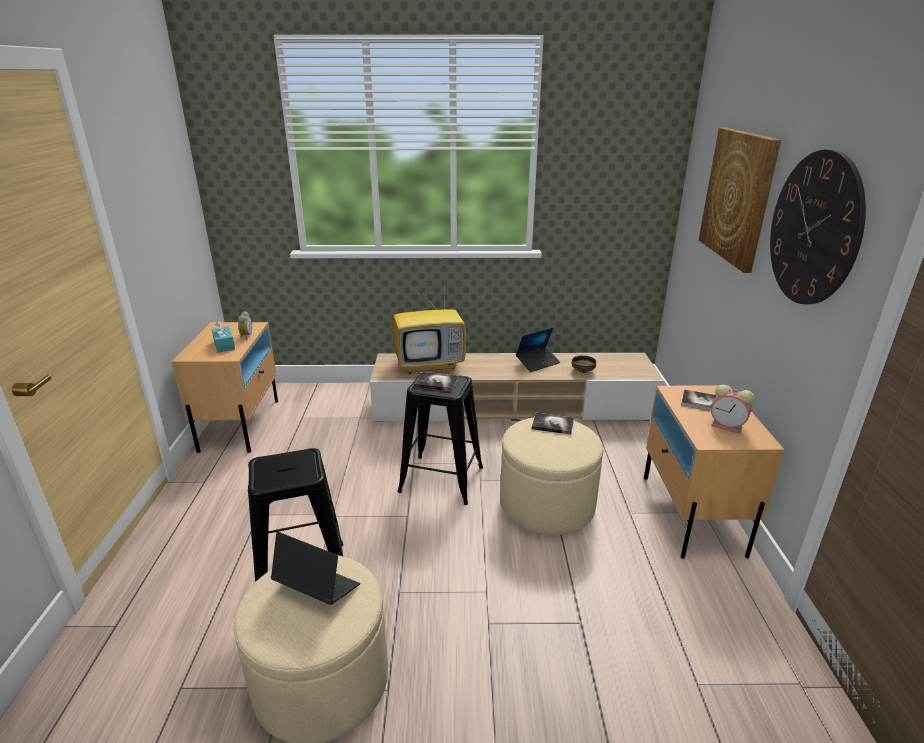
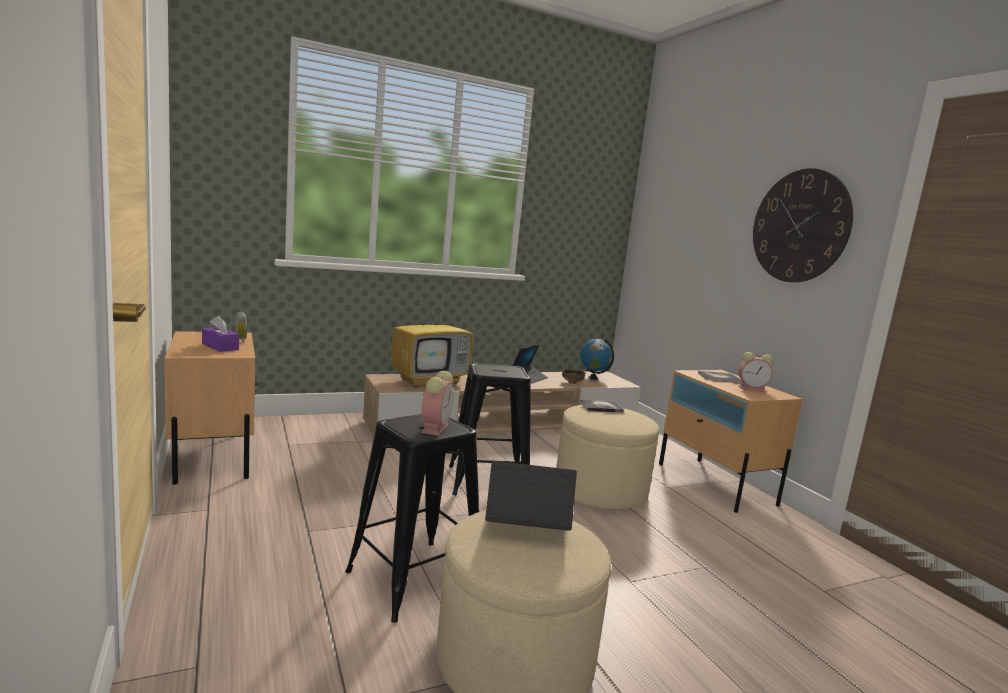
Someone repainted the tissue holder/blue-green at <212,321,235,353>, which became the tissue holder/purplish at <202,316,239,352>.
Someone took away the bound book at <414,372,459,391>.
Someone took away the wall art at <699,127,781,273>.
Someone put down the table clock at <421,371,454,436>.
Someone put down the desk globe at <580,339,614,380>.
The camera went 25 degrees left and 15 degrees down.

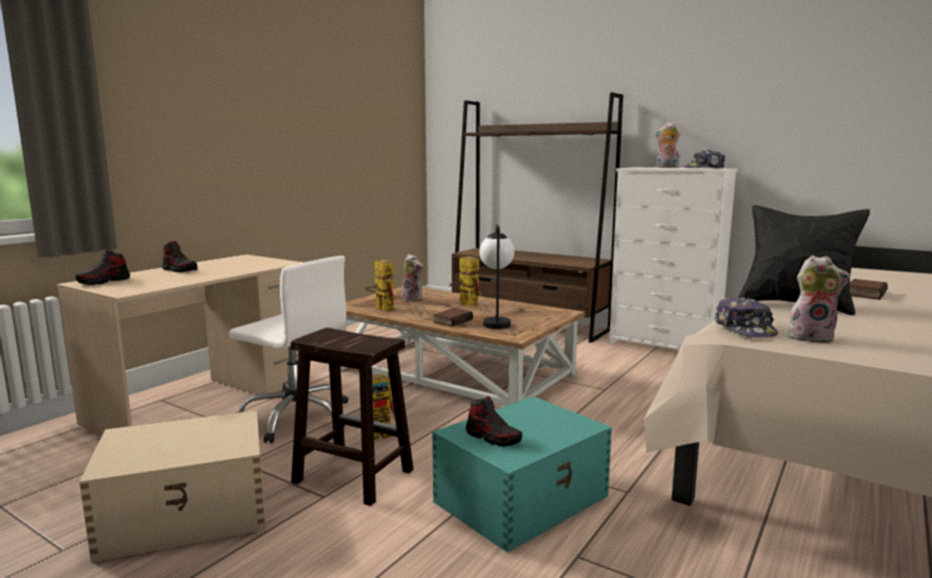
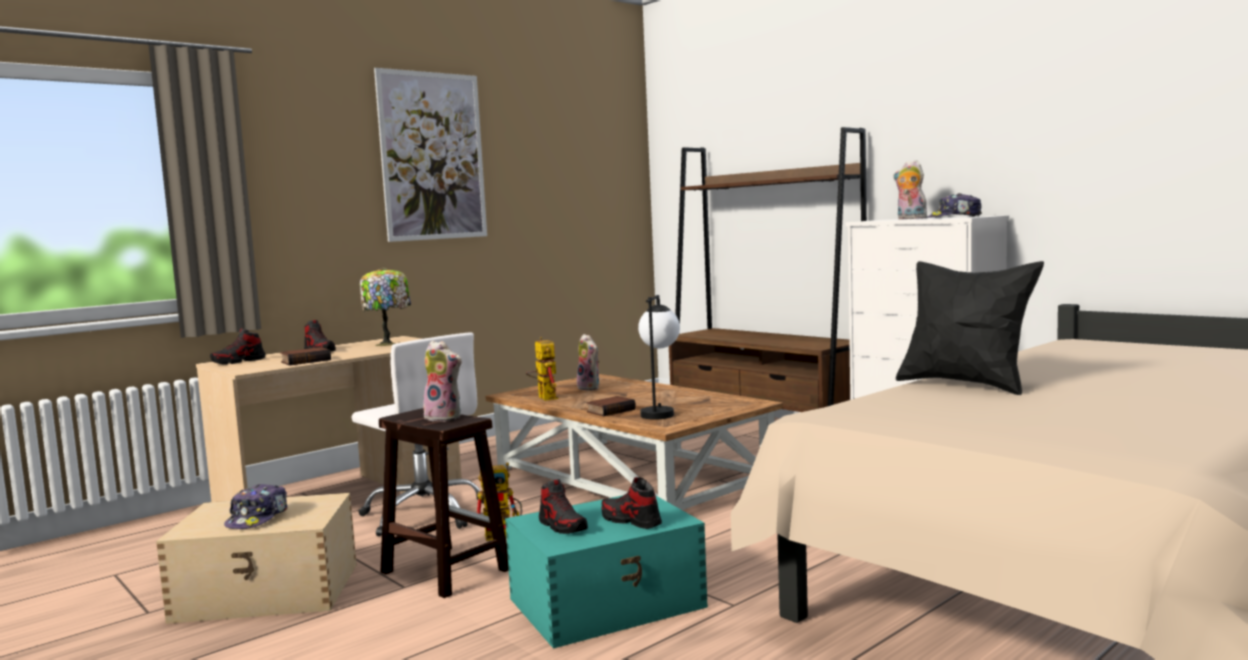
Someone took away the toy robot at <449,254,482,306>.
Someone carried the baseball cap from <714,297,778,338> to <224,484,287,529>.
Someone carried the cuddly toy from <787,255,850,343> to <423,340,462,422>.
Someone carried the bound book from <849,279,888,300> to <280,347,331,366>.
Someone put down the table lamp at <360,268,411,346>.
Someone put up the wall art at <374,68,487,242>.
Someone put down the item of footwear at <602,477,662,529>.
The camera went 15 degrees right and 5 degrees down.

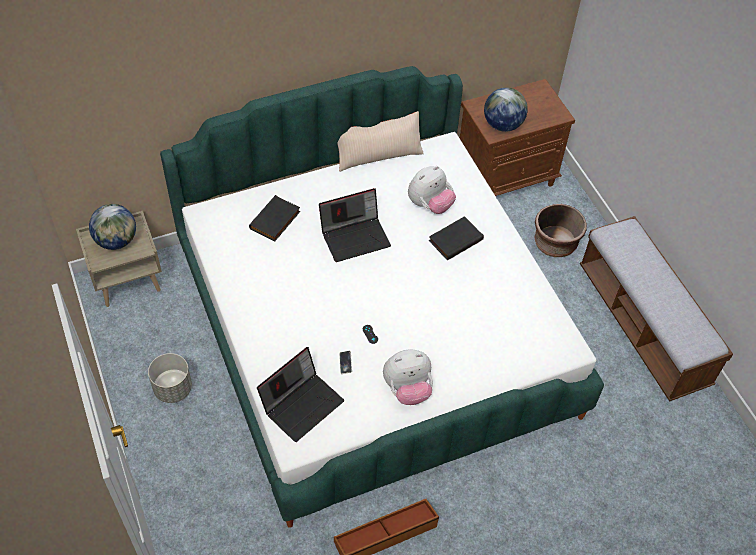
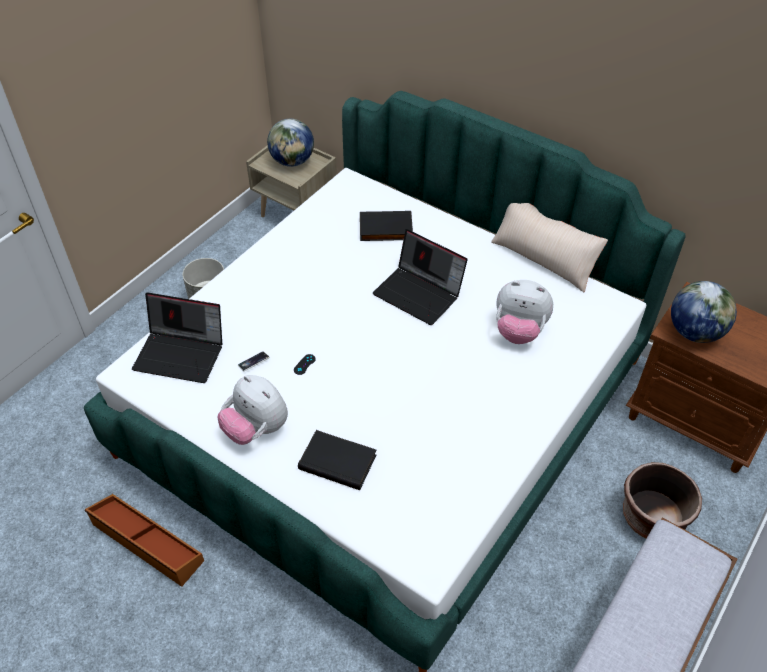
Someone carried the bound book/blackish from <429,216,484,260> to <298,430,376,490>.
The camera went 60 degrees right and 5 degrees down.

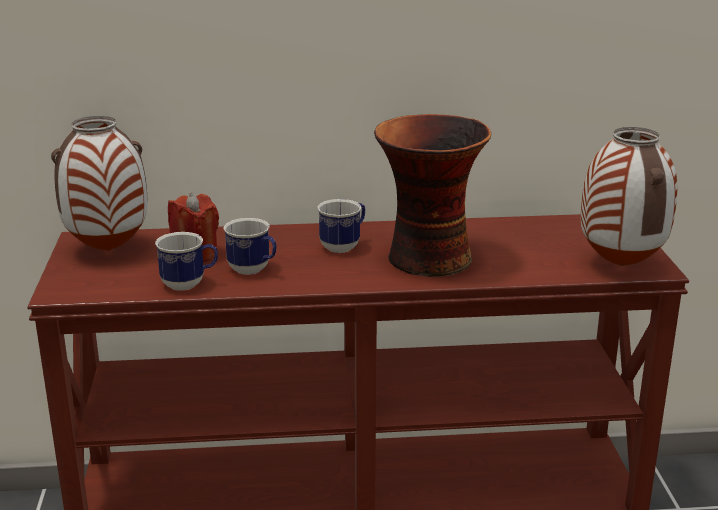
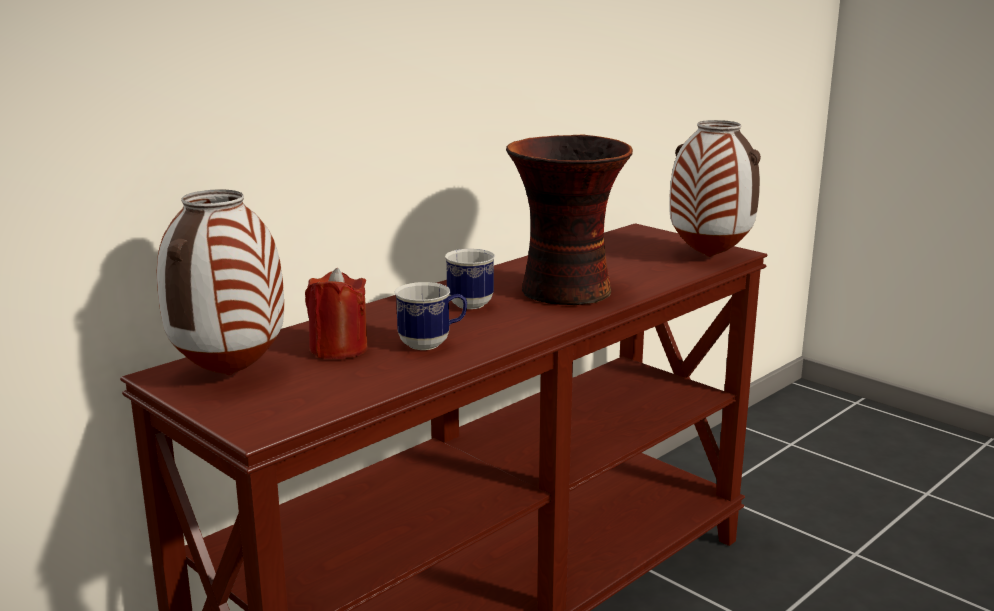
Someone took away the coffee mug at <155,232,218,291>.
The camera went 40 degrees left and 5 degrees down.

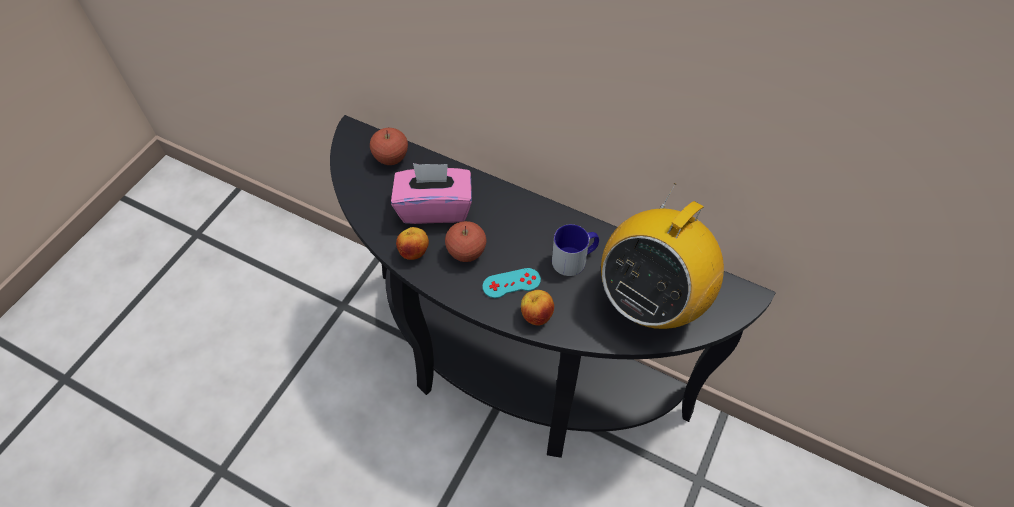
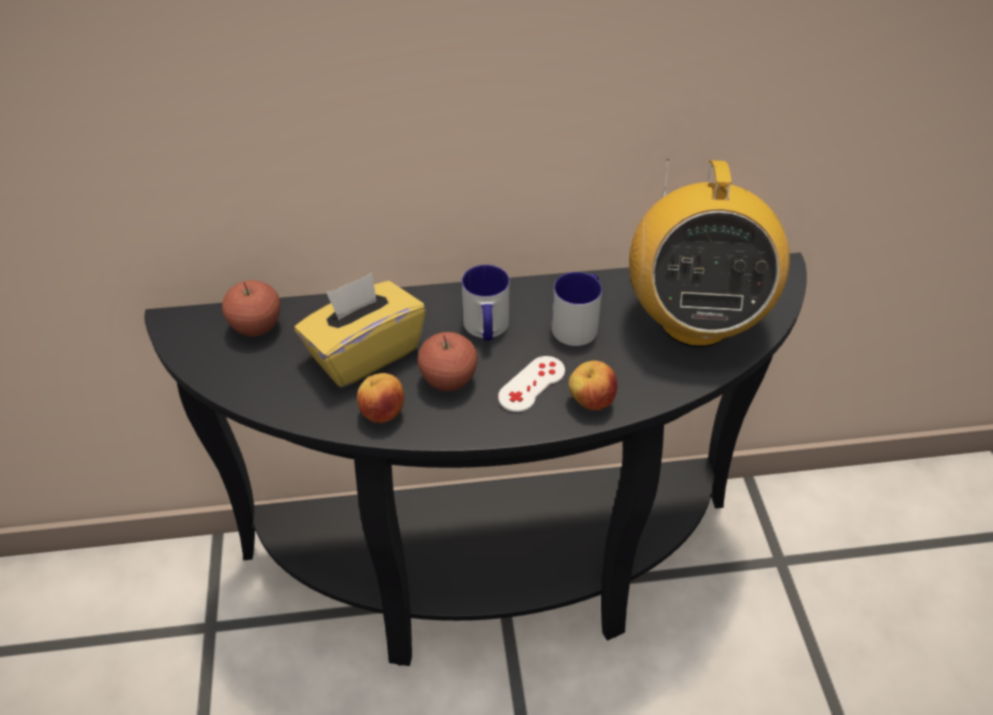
Someone repainted the tissue holder/pinkish at <391,163,472,224>, which became the tissue holder/yellow at <295,273,426,387>.
Someone repainted the gamepad/blue-green at <482,268,541,298>, which became the gamepad/white-coloured at <498,356,565,412>.
Someone put down the coffee mug at <462,265,510,341>.
The camera went 35 degrees left and 10 degrees down.

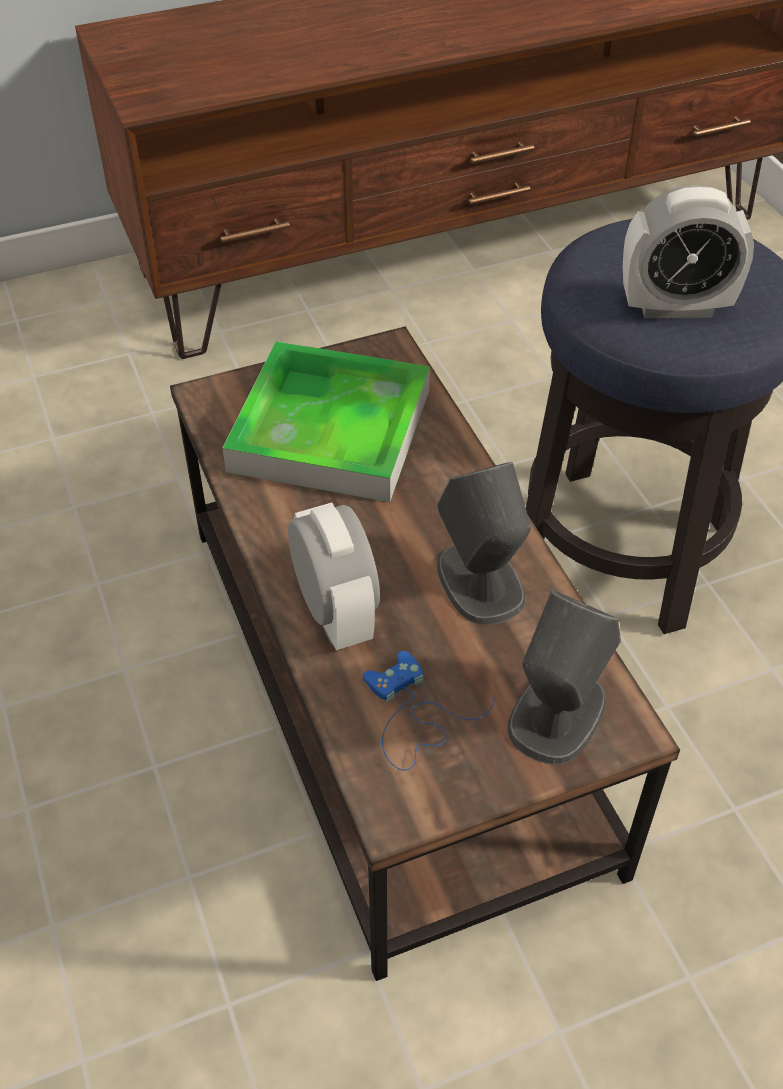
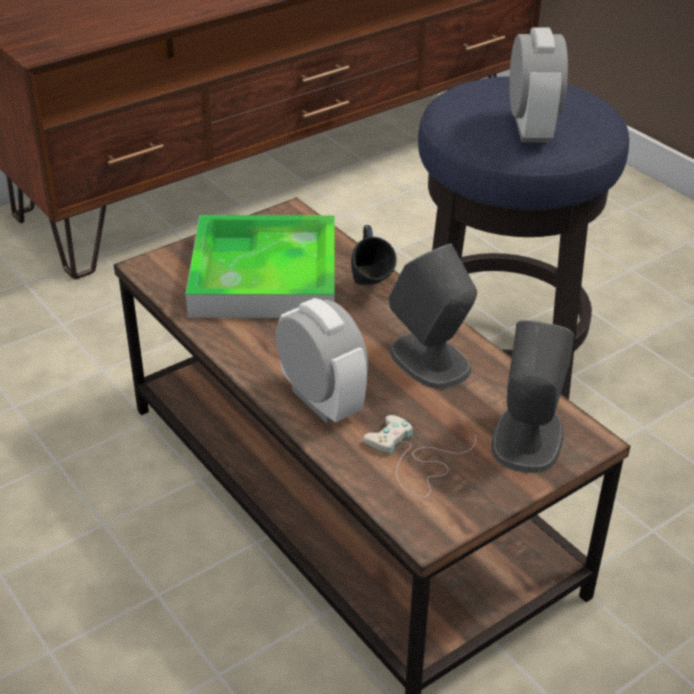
Someone repainted the gamepad/bluish at <363,651,495,771>, which became the gamepad/white-coloured at <363,415,476,497>.
Someone rotated the table clock at <623,185,754,318> by 75 degrees counterclockwise.
Someone put down the coffee mug/bluish at <351,225,397,285>.
The camera went 15 degrees left and 10 degrees down.

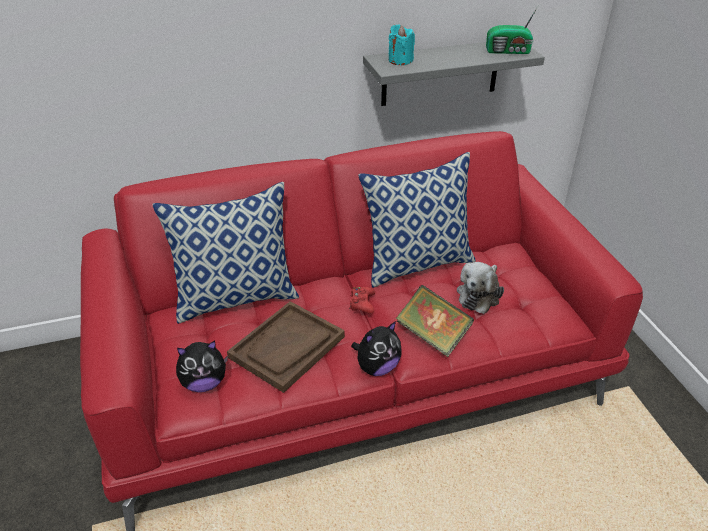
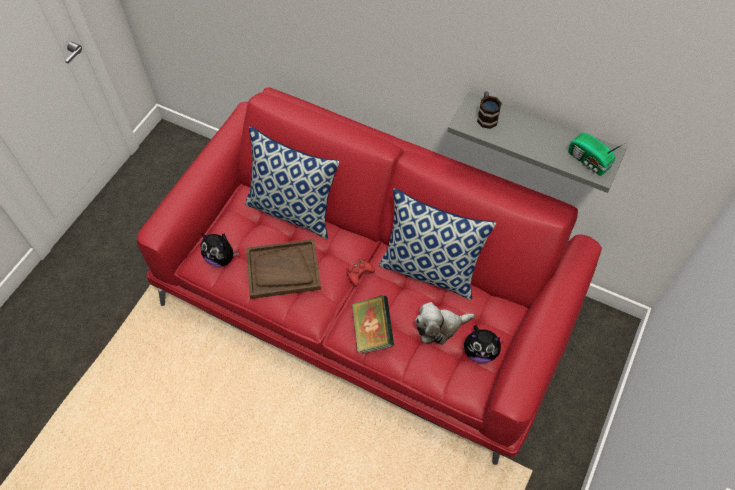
Someone carried the cuddly toy from <351,321,401,376> to <464,325,503,363>.
Someone swapped the wax light/blue-green at <389,24,415,65> for the coffee mug at <477,91,502,129>.
The camera went 45 degrees right and 20 degrees up.

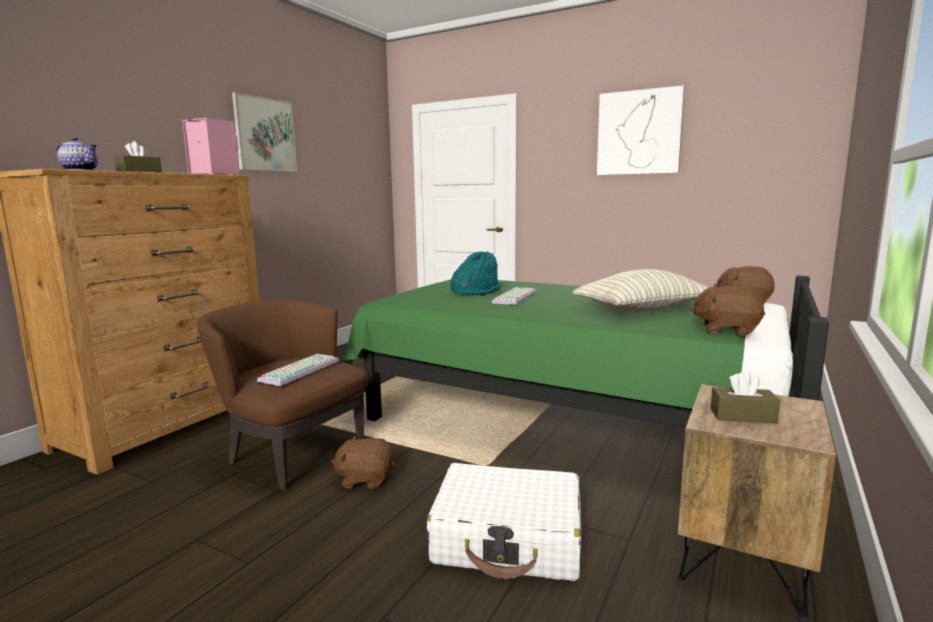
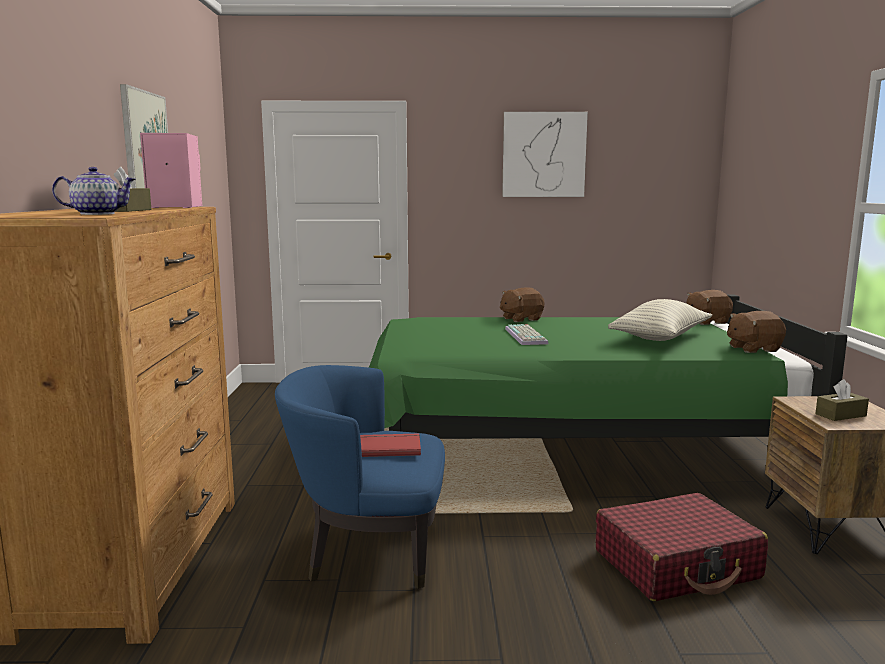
Someone repainted the lounge chair/brown at <197,300,368,491>, which became the lounge chair/bluish at <275,365,445,589>.
Someone swapped the keyboard at <257,354,339,386> for the bound book/red-coloured at <360,433,421,457>.
Someone carried the cuddly toy/brown from <332,436,395,489> to <500,288,545,322>.
Someone repainted the travel case/white-coloured at <427,463,581,581>, which became the travel case/red-coloured at <595,493,768,601>.
Someone took away the wearable hat/blue-green at <451,252,501,295>.
The camera went 30 degrees left and 0 degrees up.

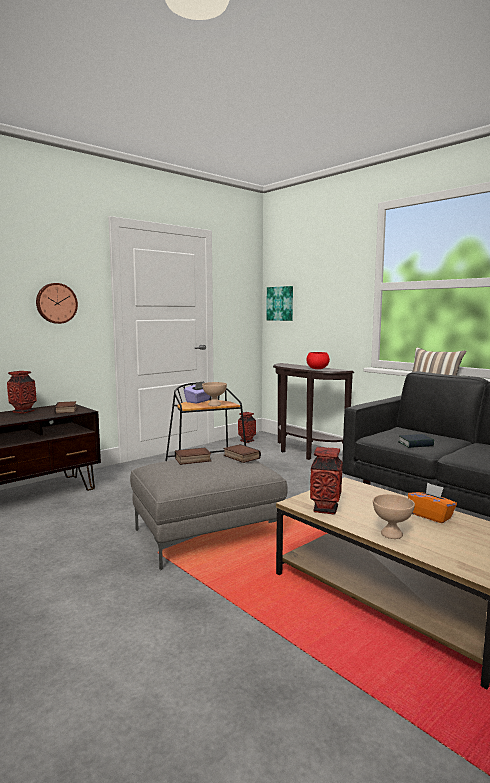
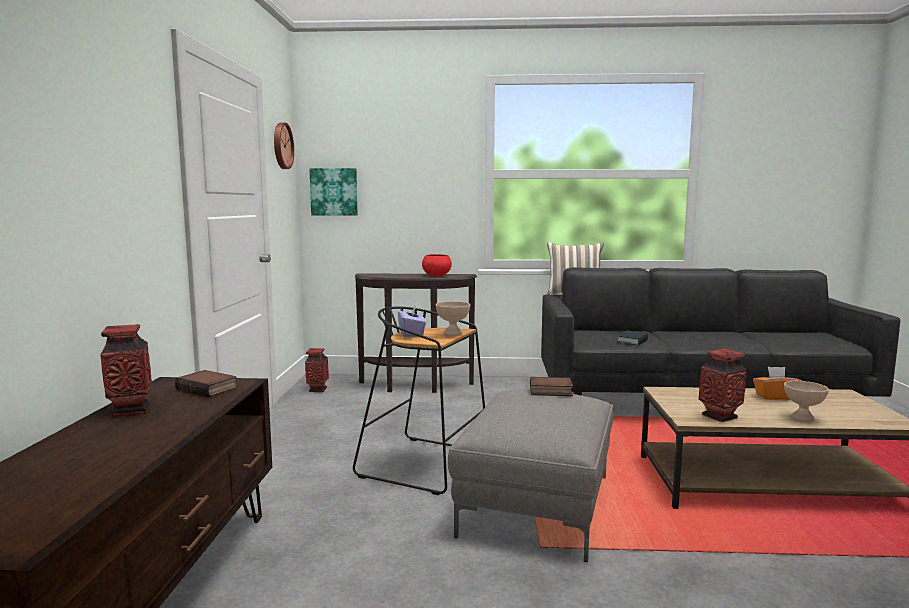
Someone carried the wall clock from <36,283,78,324> to <274,123,294,169>.
Someone took away the bound book at <175,448,211,465>.
The camera went 45 degrees left and 0 degrees up.

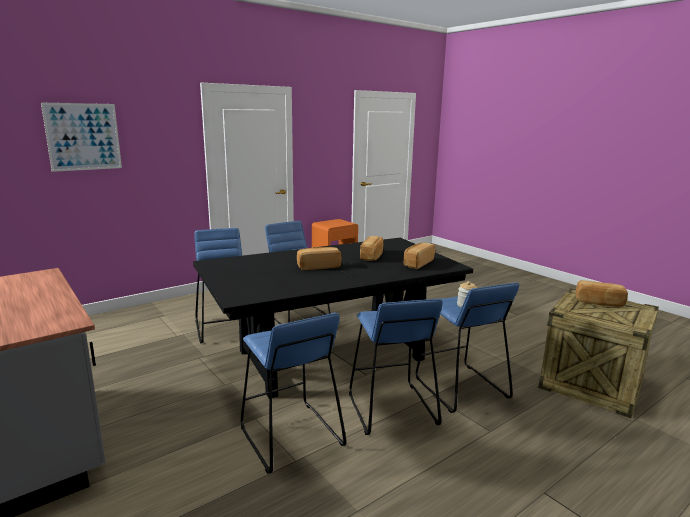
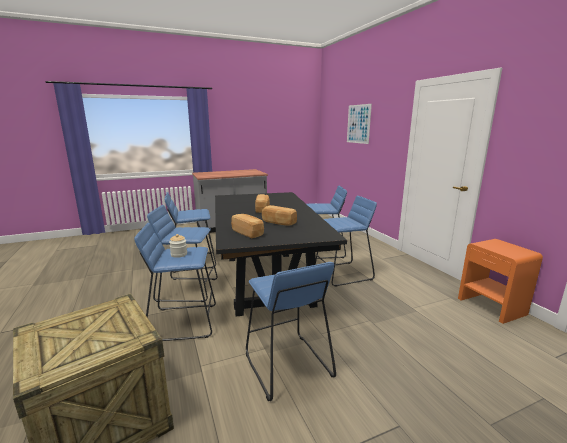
Someone took away the baked bread at <576,280,628,307>.
Someone put down the stool/bluish at <246,262,336,401>.
The camera went 105 degrees right and 0 degrees up.

